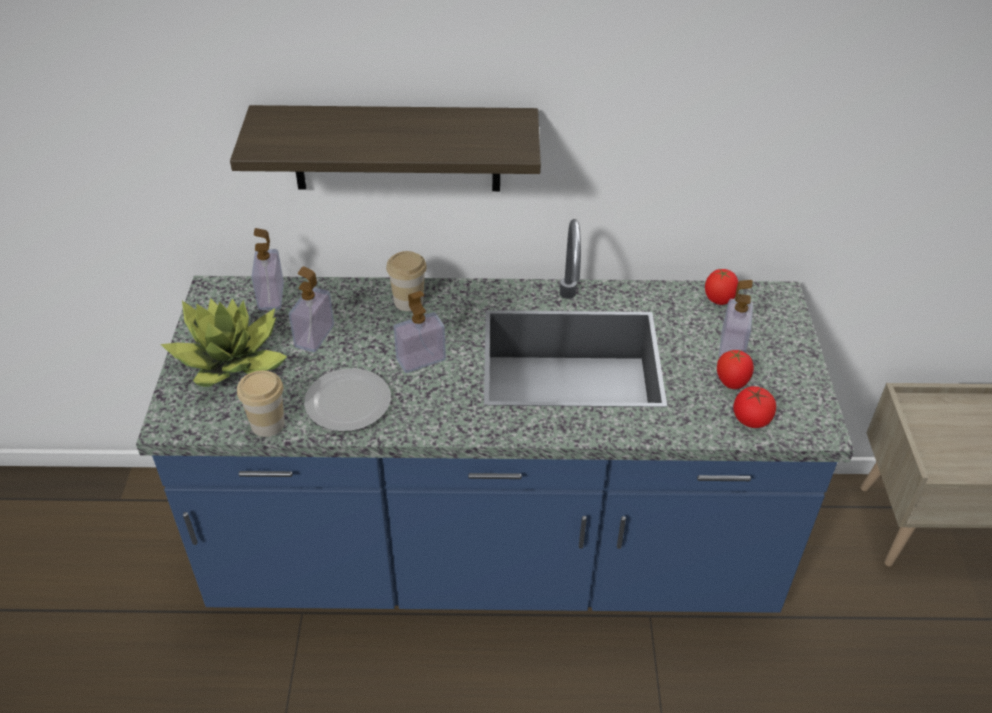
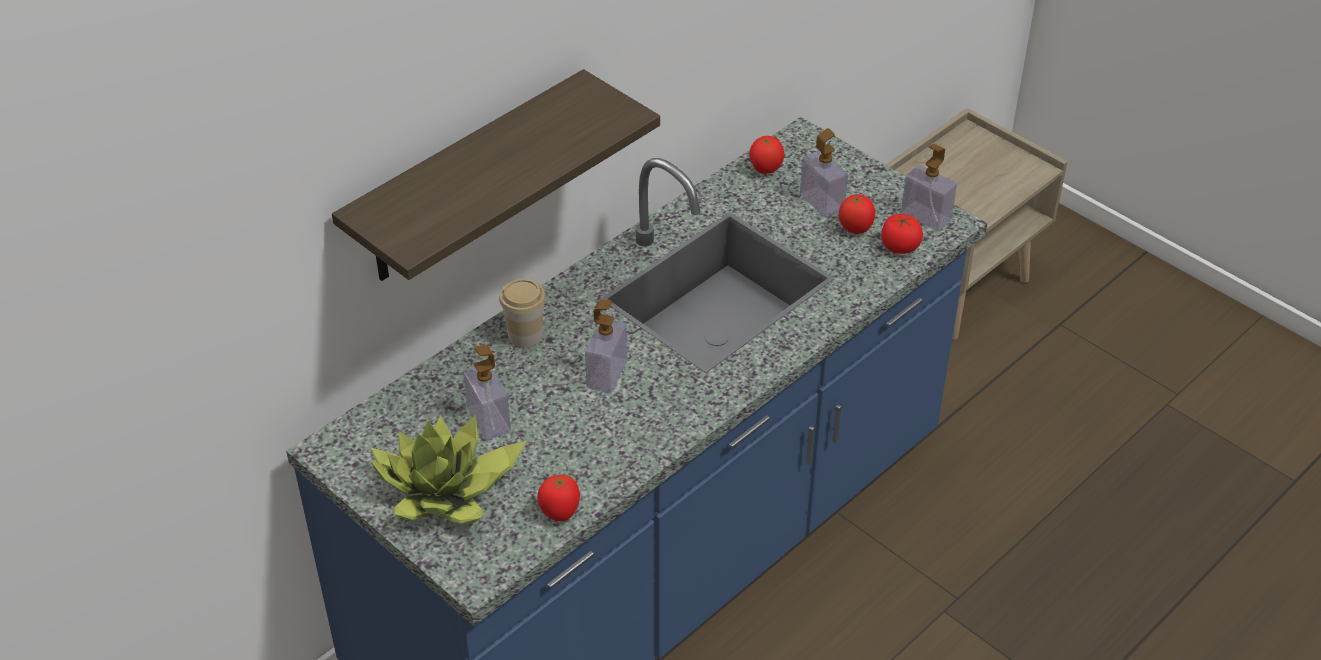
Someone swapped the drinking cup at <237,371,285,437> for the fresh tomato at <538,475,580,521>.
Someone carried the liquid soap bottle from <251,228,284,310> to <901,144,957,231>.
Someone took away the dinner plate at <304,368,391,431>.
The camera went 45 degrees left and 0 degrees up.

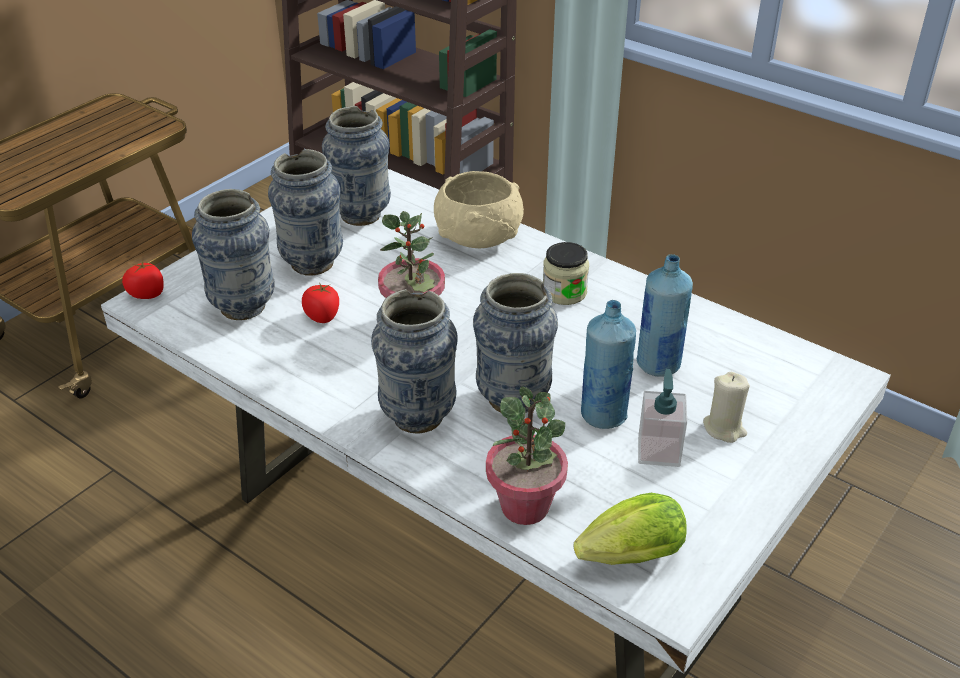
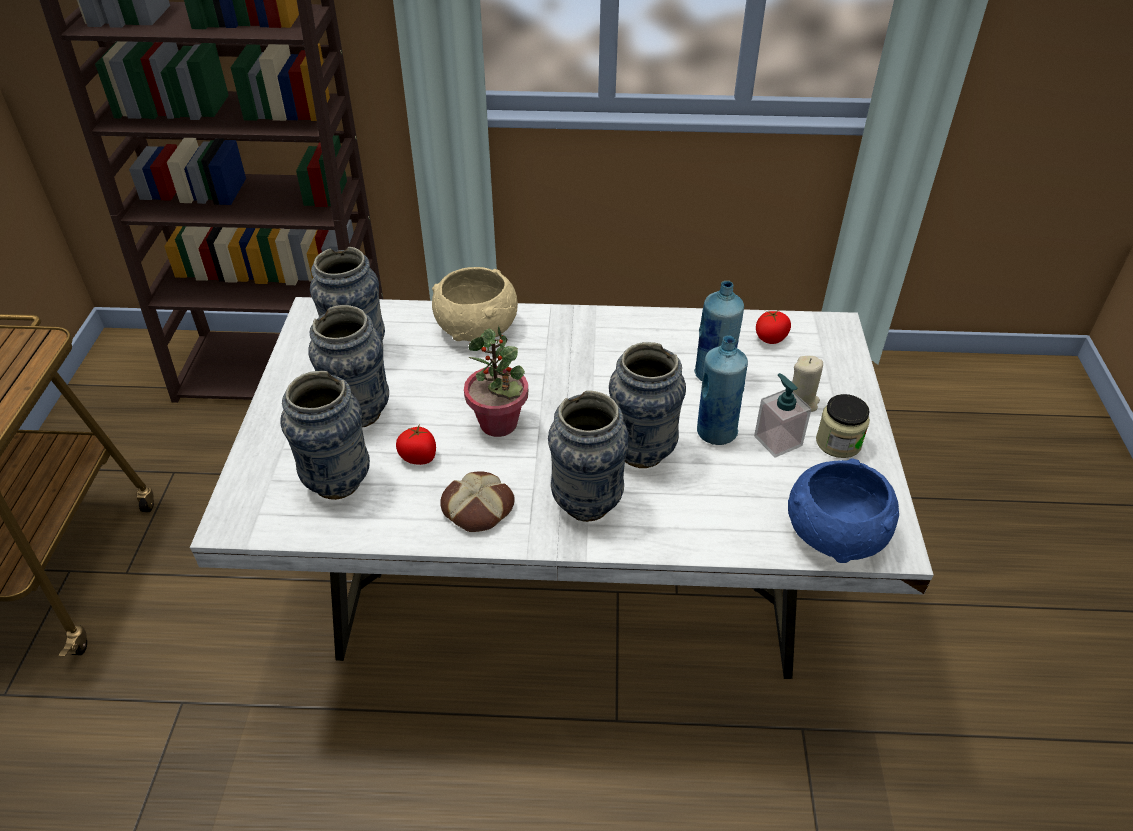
Someone carried the fresh tomato from <122,261,164,299> to <756,311,791,344>.
Someone took away the plant in a pot at <486,386,568,525>.
Someone carried the storage jar from <543,242,589,305> to <816,394,870,458>.
Someone swapped the lettuce at <573,493,687,565> for the serving bowl/bluish at <788,458,899,563>.
Someone put down the baked bread at <440,471,515,532>.
The camera went 35 degrees left and 5 degrees up.

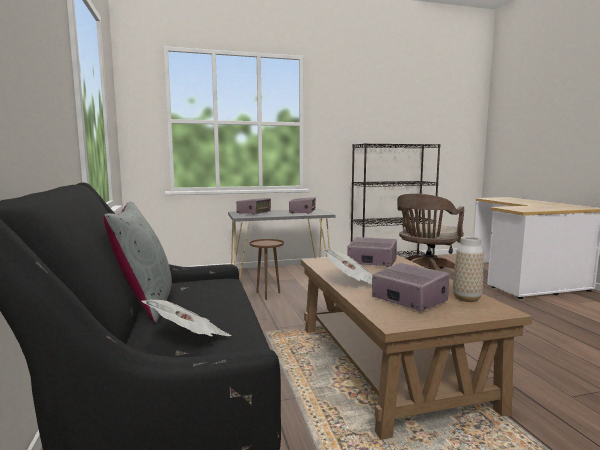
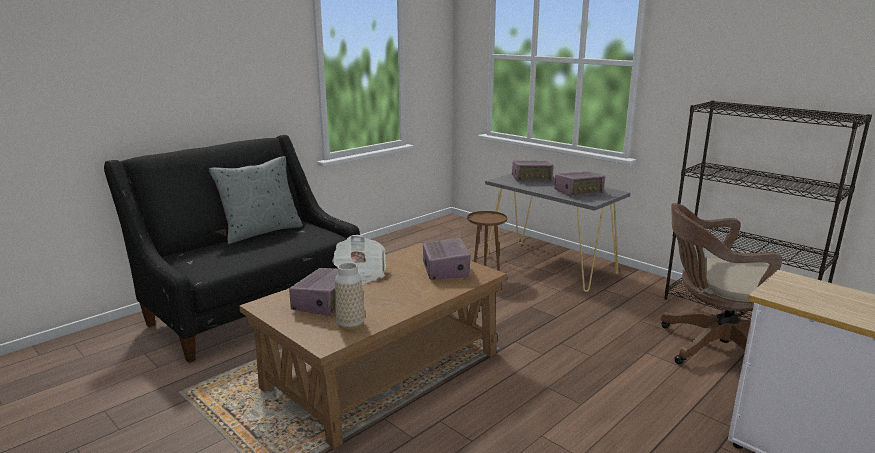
Someone took away the daily paper at <141,300,232,336>.
The camera went 60 degrees right and 10 degrees up.

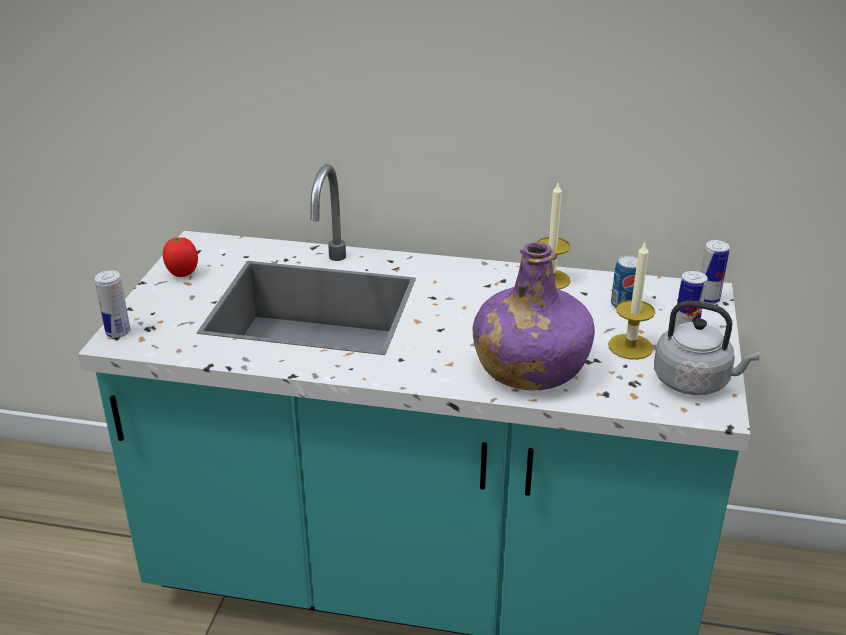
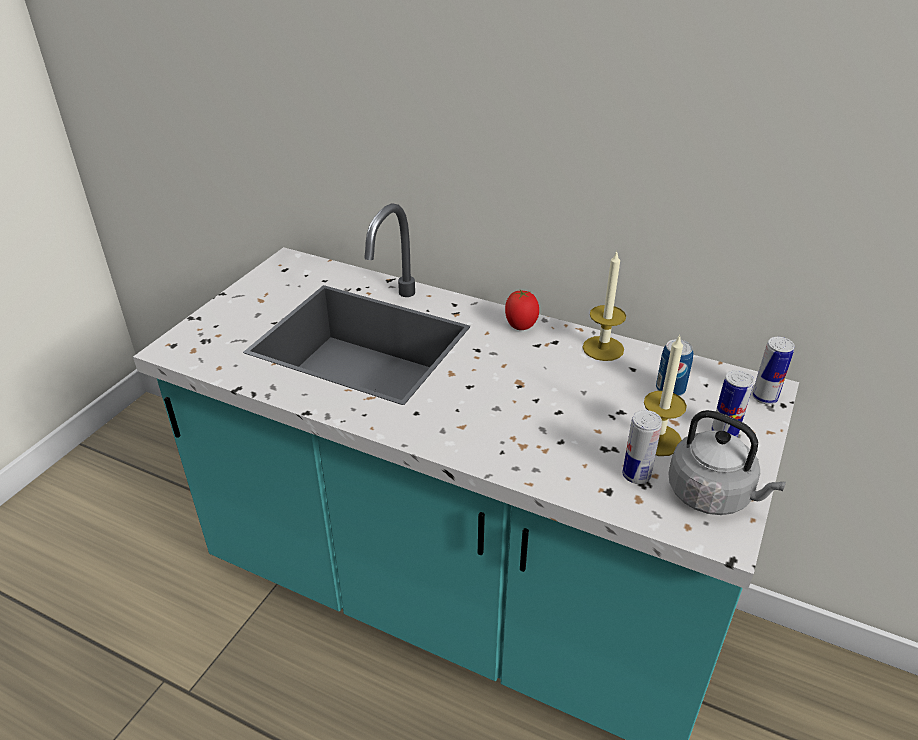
Someone carried the metal can from <95,270,131,338> to <622,410,662,484>.
Someone carried the fresh tomato from <163,237,198,277> to <505,290,539,330>.
Someone took away the bottle/purplish at <473,242,595,390>.
The camera went 15 degrees right and 5 degrees up.

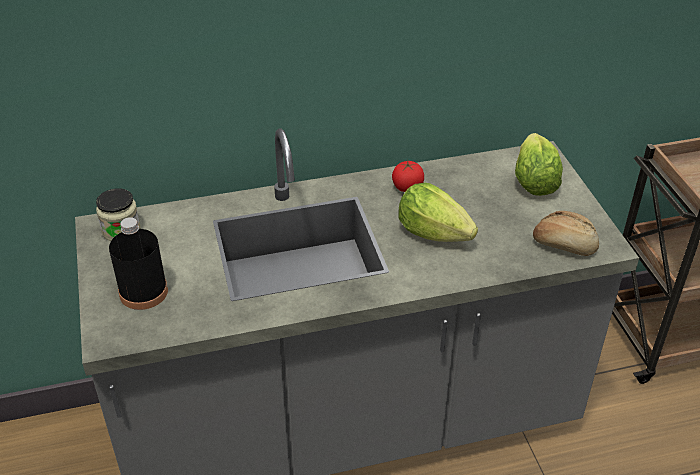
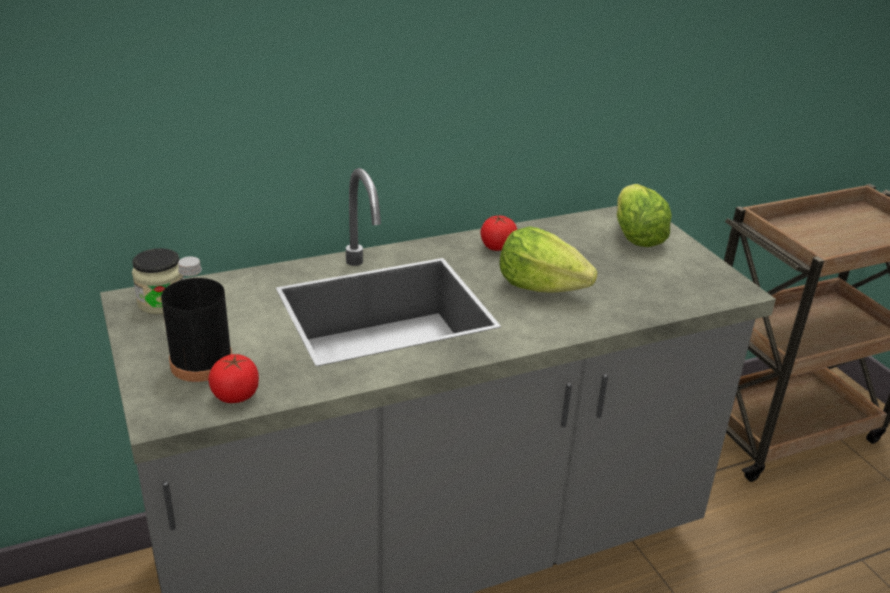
Someone took away the baked bread at <533,211,599,256>.
Someone put down the fresh tomato at <208,354,259,403>.
The camera went 10 degrees left and 10 degrees down.

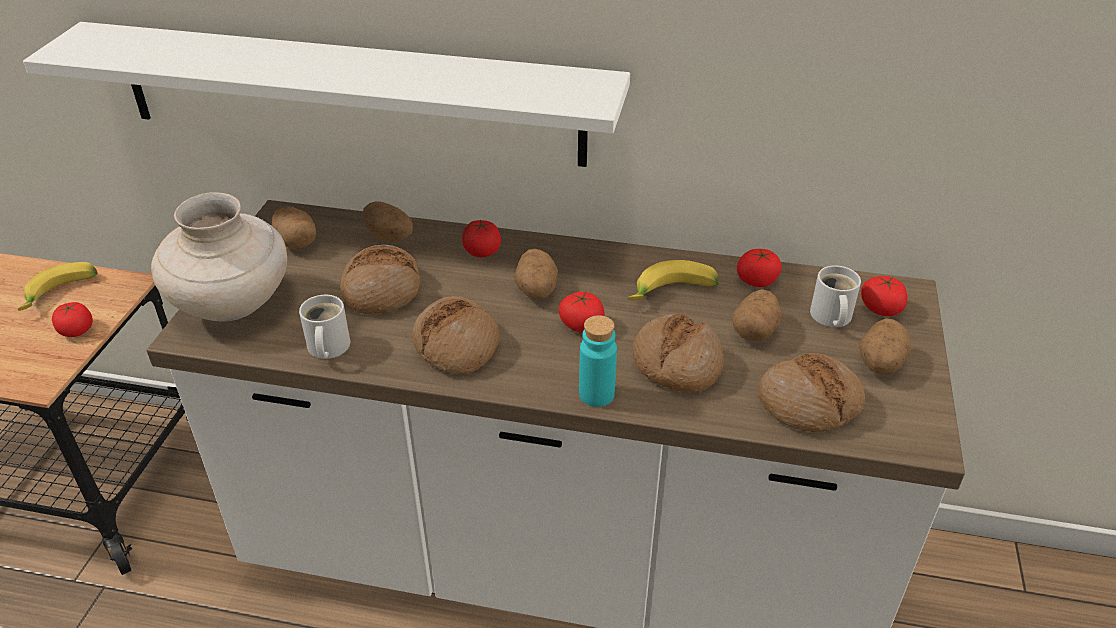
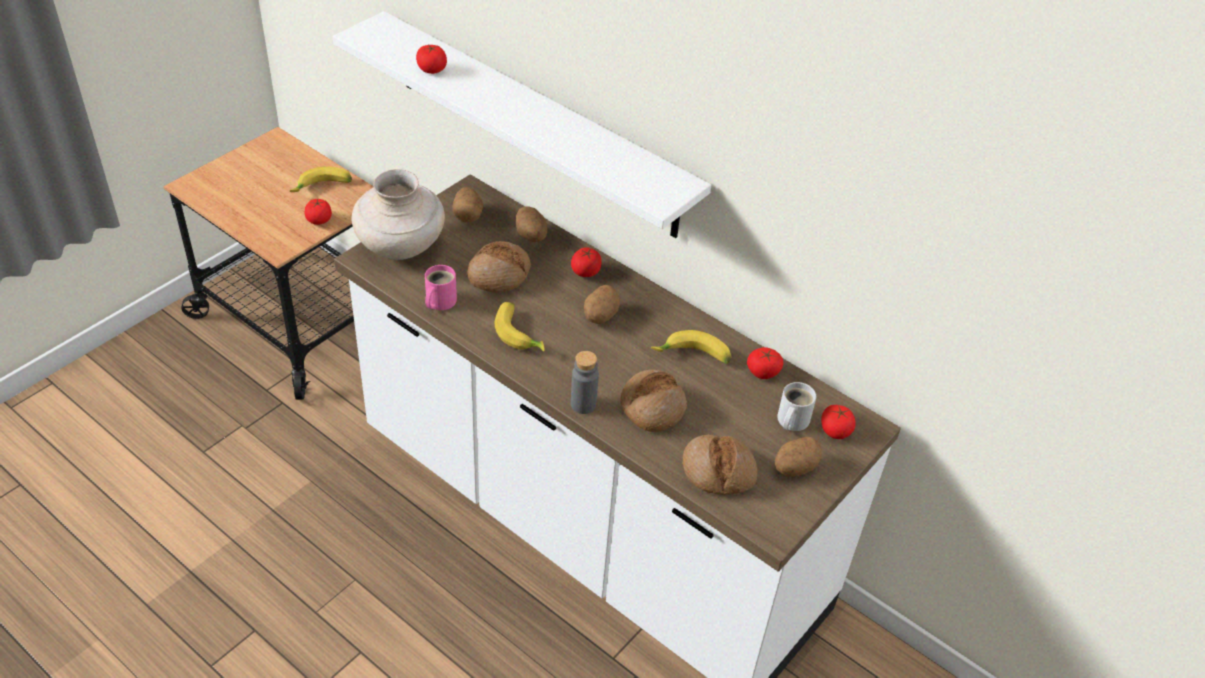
Someone repainted the coffee mug/white-coloured at <299,295,350,359>, which became the coffee mug/pinkish at <425,265,457,310>.
Someone swapped the baked bread at <412,296,500,374> for the whole banana at <495,302,545,352>.
Someone carried the fresh tomato from <559,292,604,333> to <416,44,447,74>.
Someone repainted the bottle/blue-green at <579,315,617,407>, which became the bottle/grey at <571,351,599,414>.
Someone took away the spud at <733,289,782,341>.
The camera went 25 degrees right and 5 degrees up.

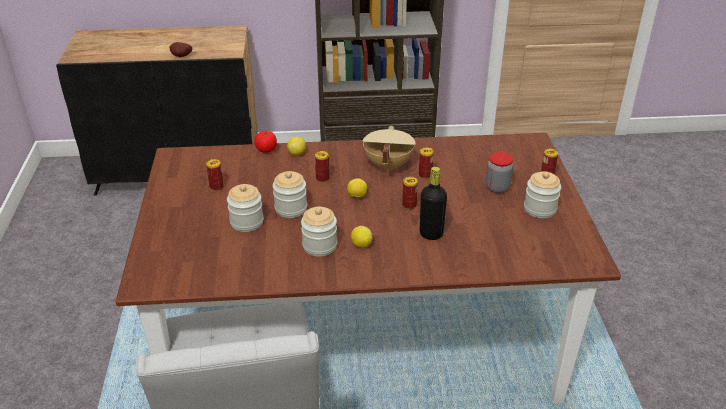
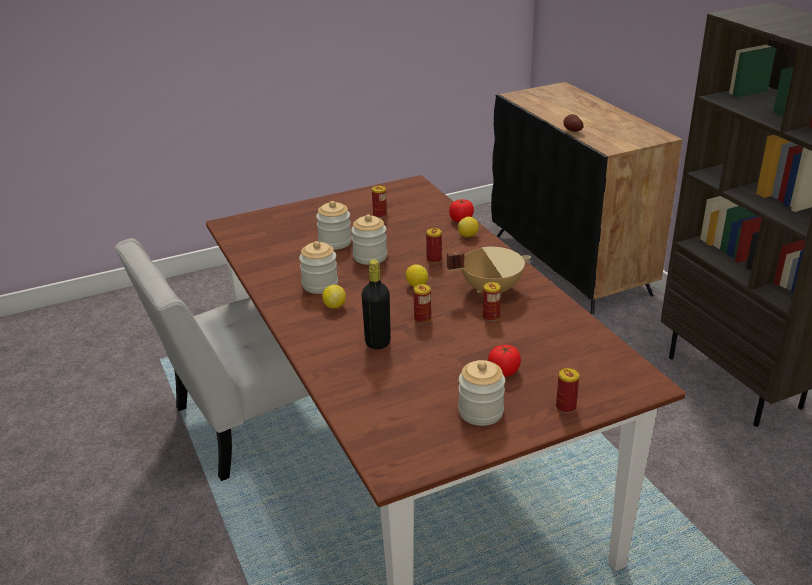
Someone swapped the storage jar at <486,152,513,193> for the fresh tomato at <488,345,521,377>.
The camera went 70 degrees right and 5 degrees down.

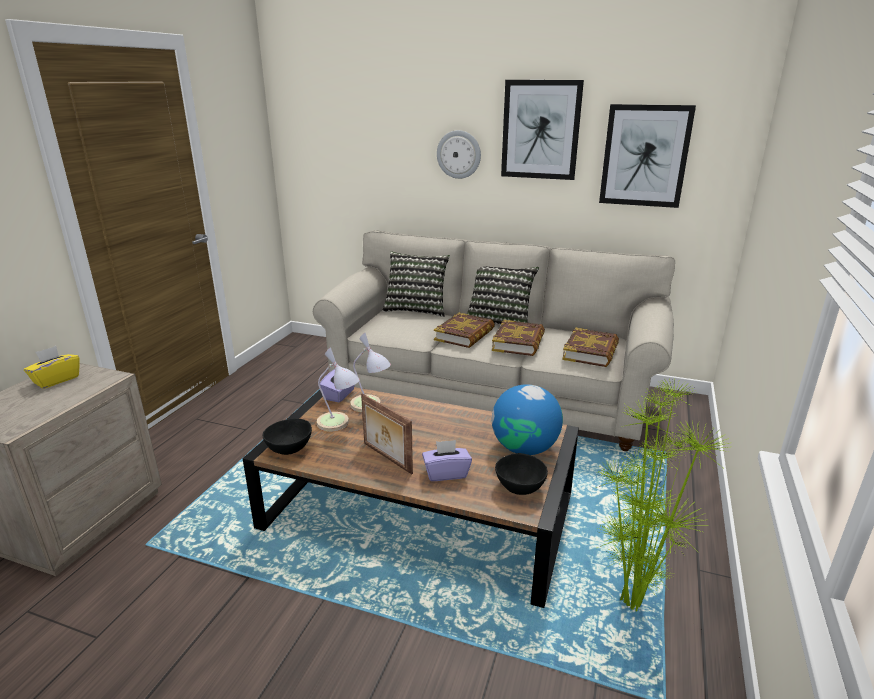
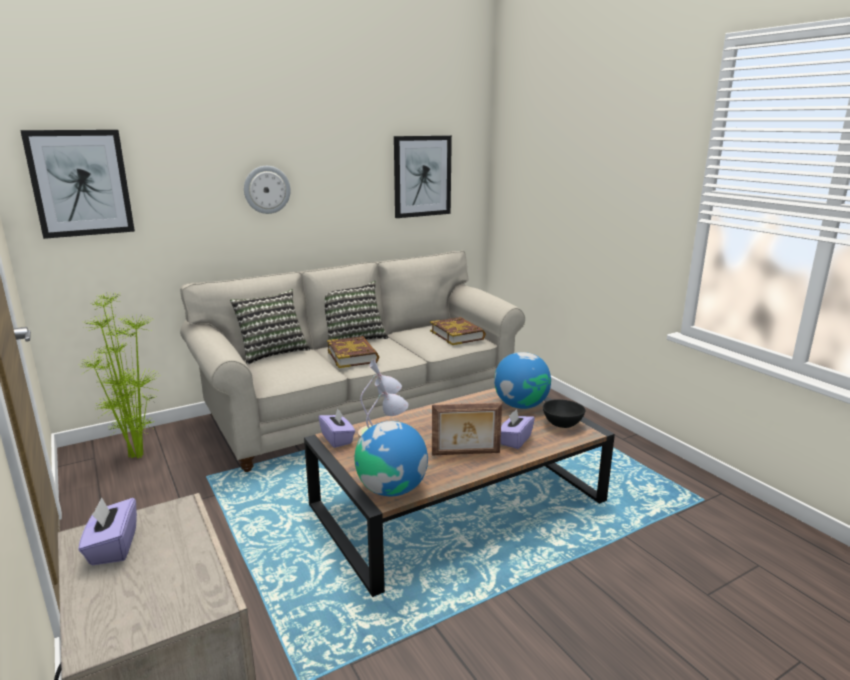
Someone repainted the tissue holder/yellow at <24,346,79,389>, which became the tissue holder/purplish at <78,497,137,565>.
Someone swapped the serving bowl/blackish at <263,418,312,455> for the desk globe at <355,421,428,496>.
Someone took away the bound book at <492,320,545,356>.
Someone carried the wall art from <501,80,584,180> to <20,130,135,239>.
Someone carried the plant in a pot from <596,378,729,611> to <80,292,160,459>.
The camera went 50 degrees left and 5 degrees down.

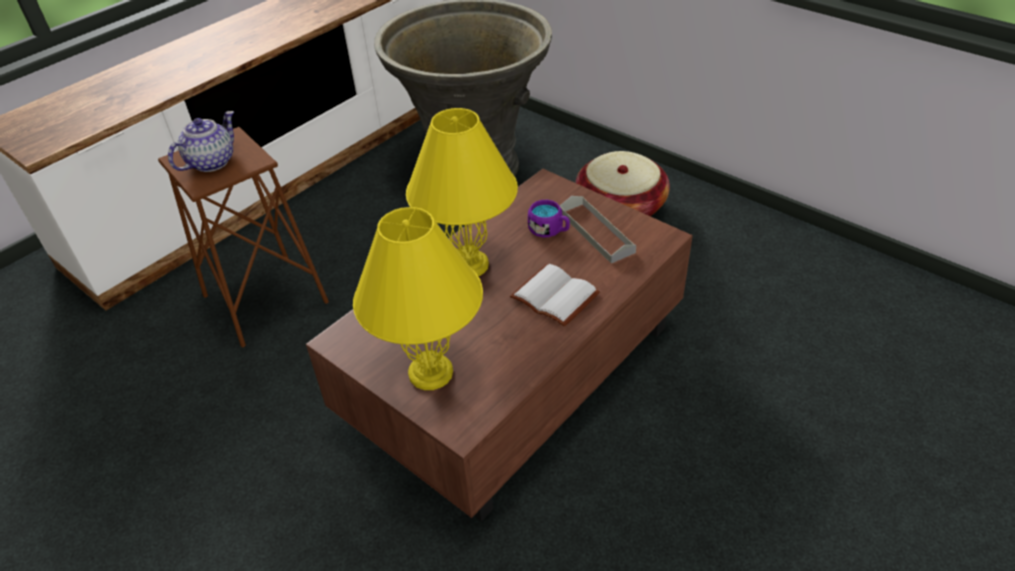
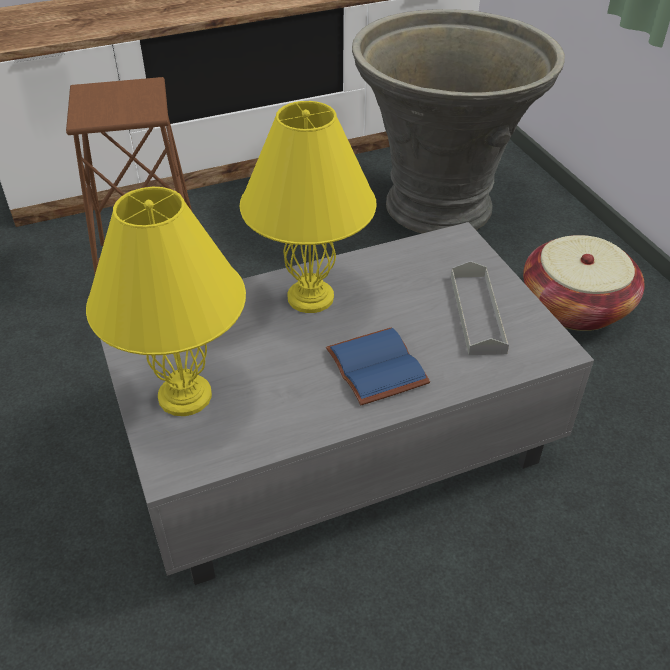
Someone took away the teapot at <168,111,234,172>.
Someone repainted the low table/brown at <306,169,693,521>, which became the low table/grey at <100,222,594,585>.
Someone repainted the bound book/white-coloured at <510,264,600,327>, which became the bound book/bluish at <326,327,430,405>.
Someone took away the coffee mug/purplish at <528,200,570,237>.
The camera went 25 degrees right and 0 degrees up.

